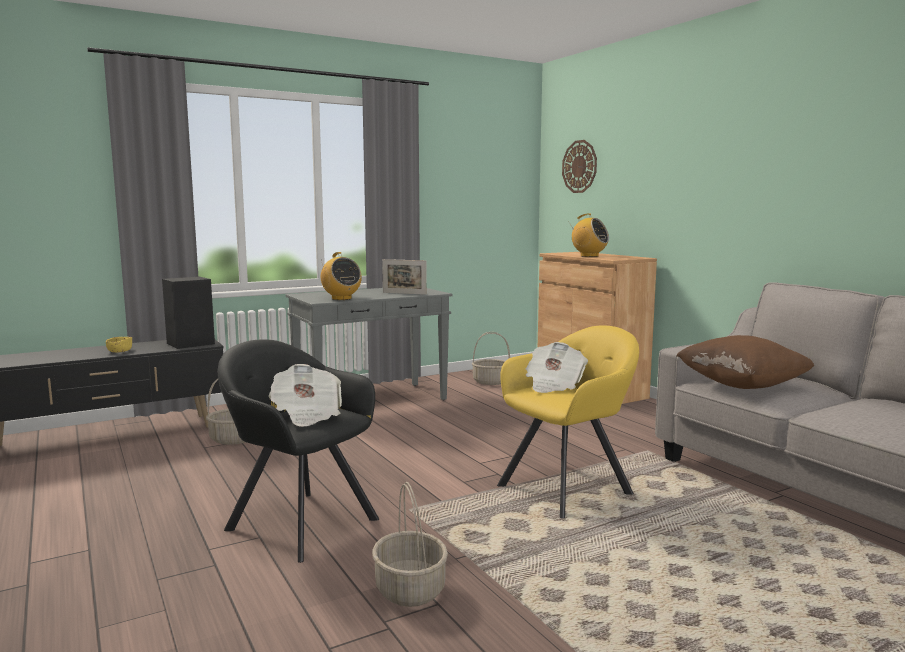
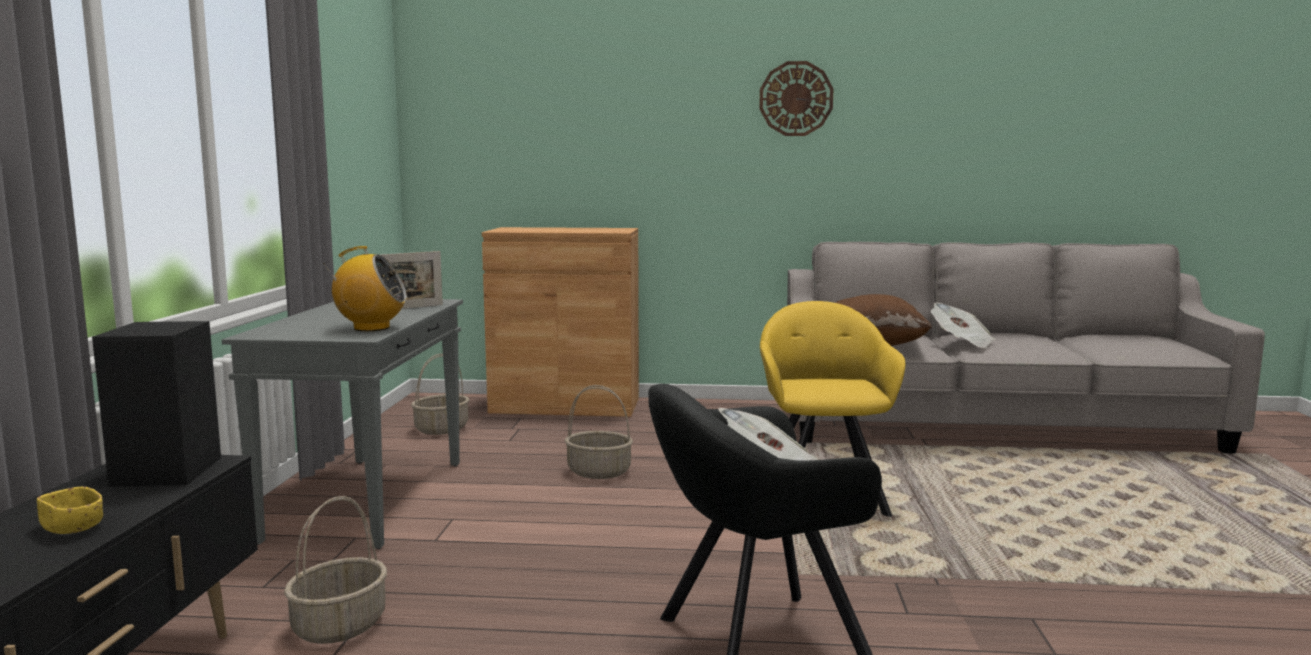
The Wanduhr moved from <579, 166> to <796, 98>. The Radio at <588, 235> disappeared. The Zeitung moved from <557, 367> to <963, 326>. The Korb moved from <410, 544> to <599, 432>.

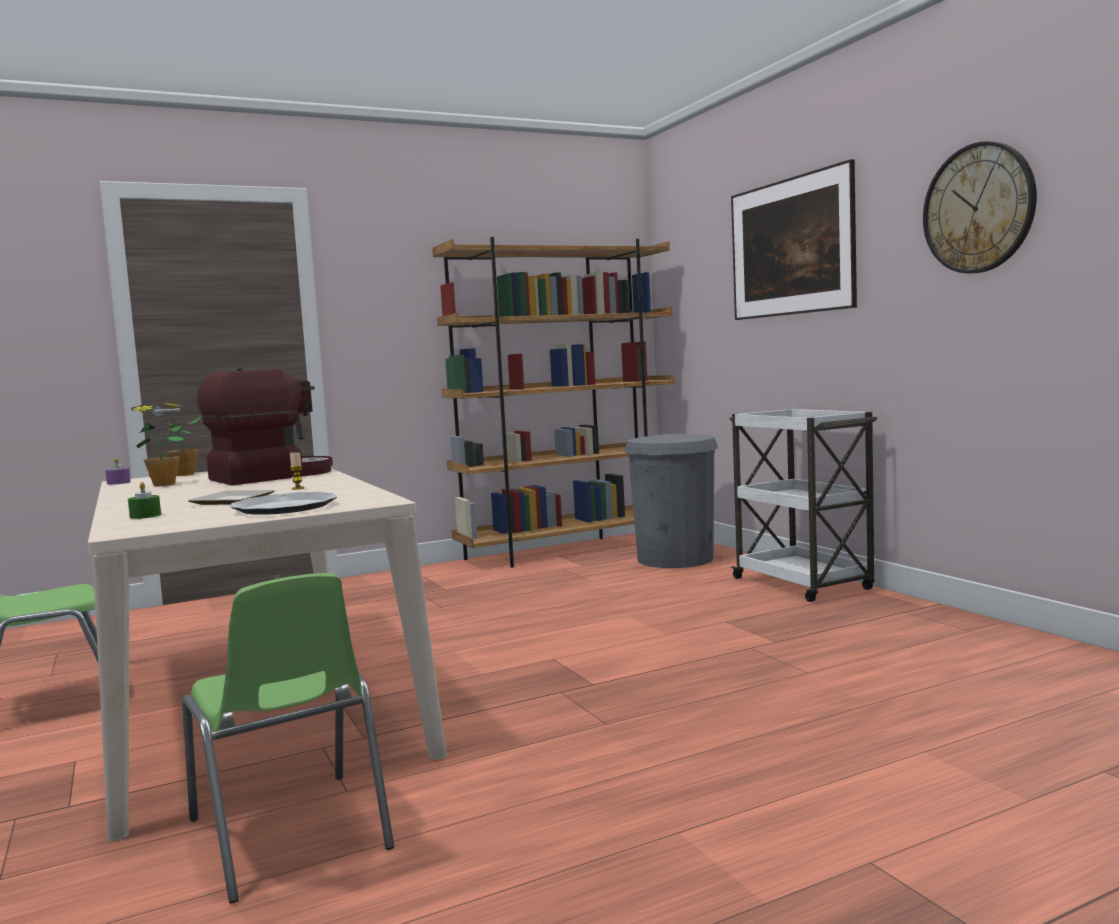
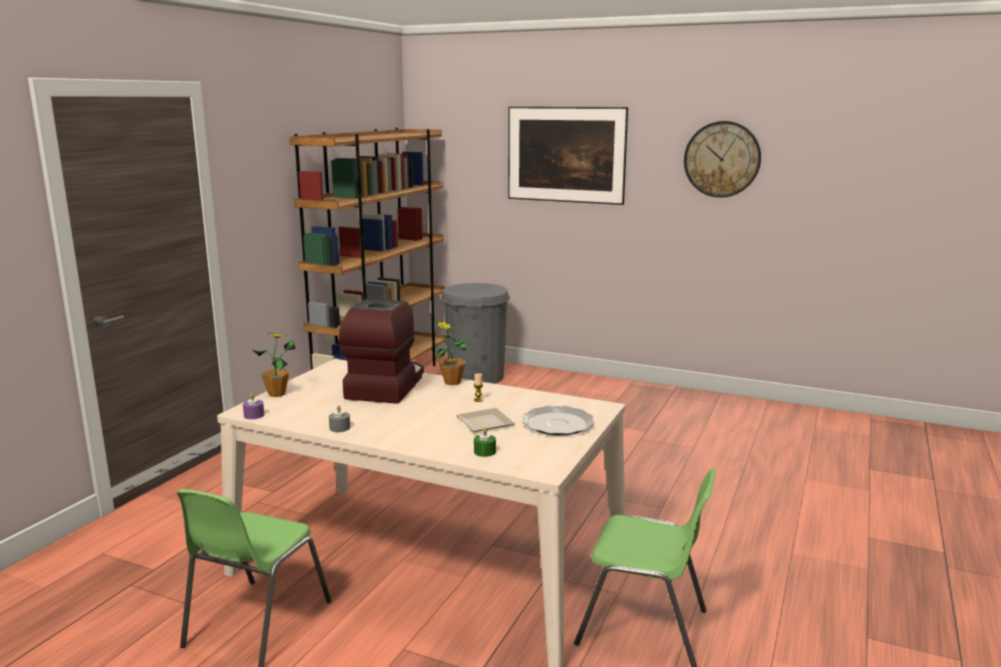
The Topfpflanze moved from <157, 445> to <451, 353>. The Rollwagen [weiß] at <803, 505> disappeared. The Kerze [grau] at <339, 418> appeared.

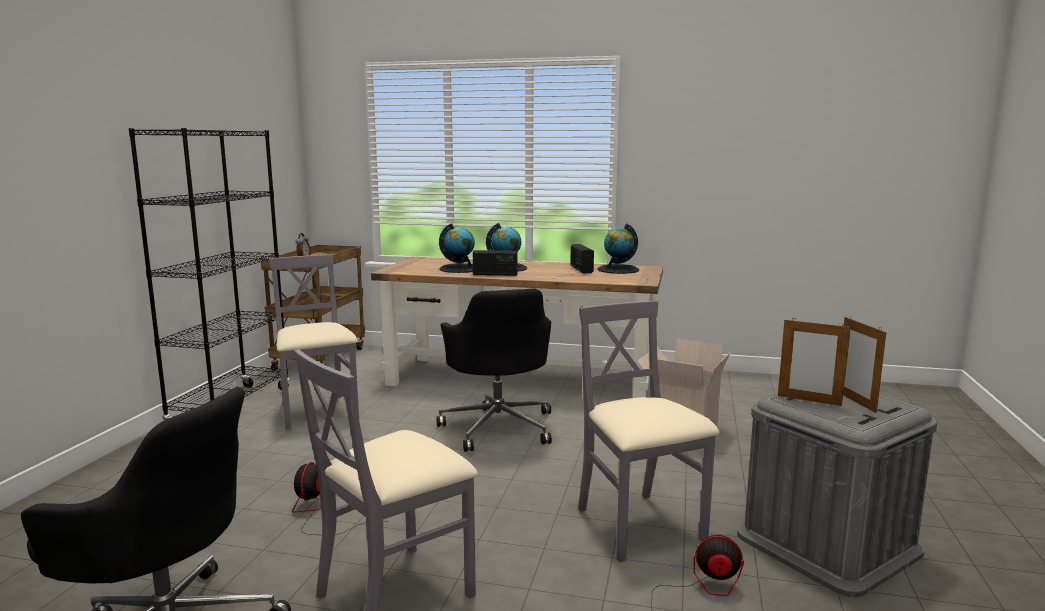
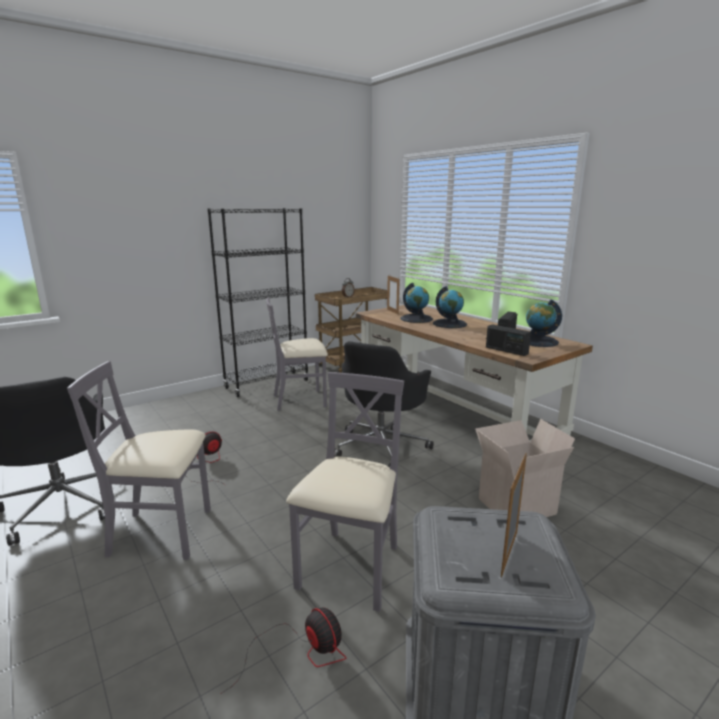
The Radio moved from <495, 263> to <508, 340>. The Stuhl [grau] at <314, 342> turned 120 degrees counterclockwise. The Bilderrahmen moved from <814, 363> to <393, 294>.

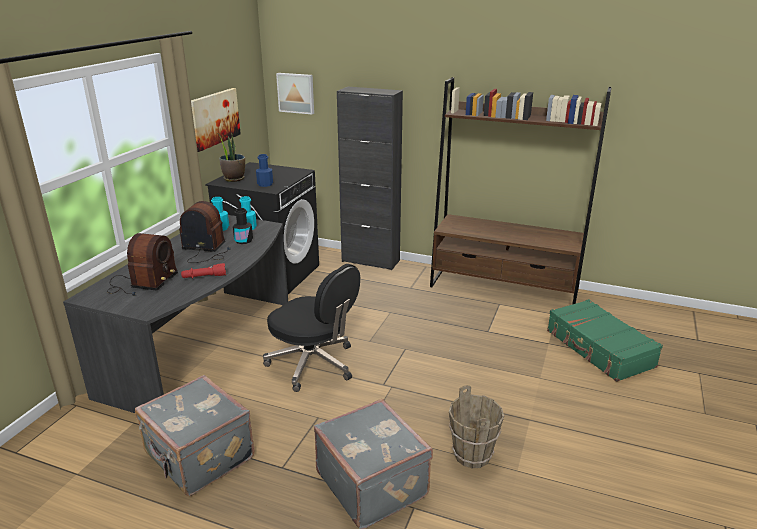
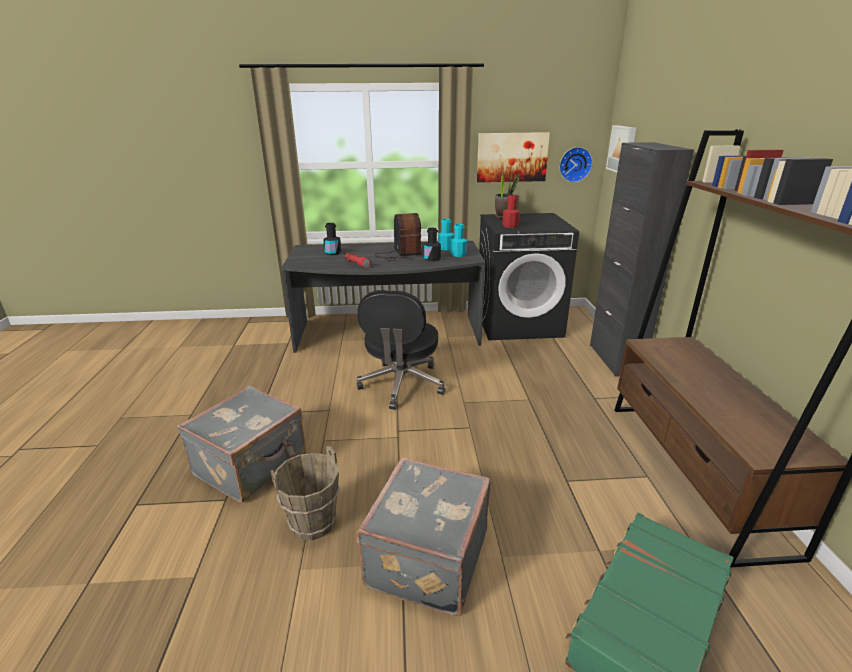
The Flasche [blau] at <264, 170> became the Flasche [rot] at <511, 211>. The Radio at <142, 264> was replaced by the Flasche [schwarz] at <332, 239>. The Koffer [grau] moved from <195, 435> to <423, 536>. The Wanduhr at <576, 164> appeared.

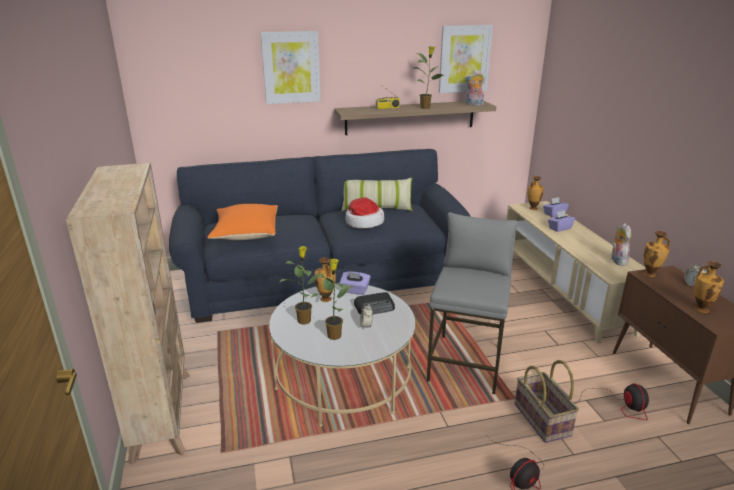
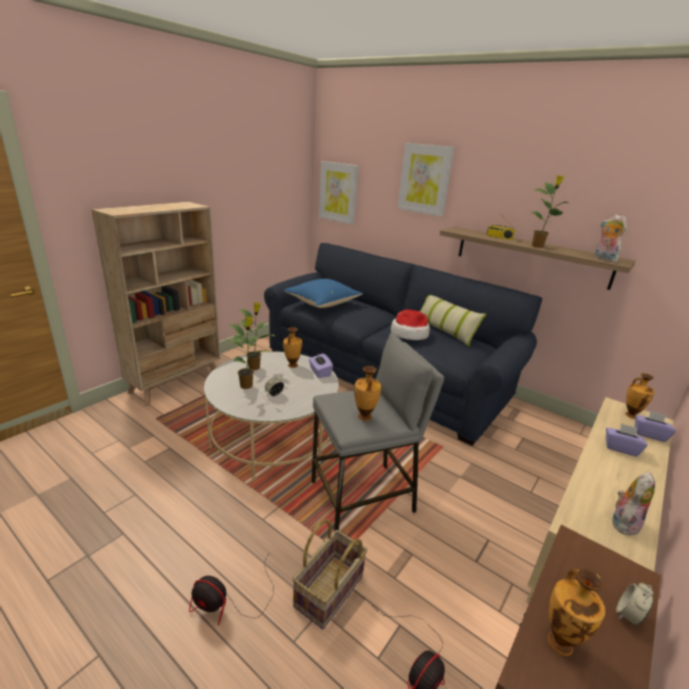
The Bild moved from <466, 59> to <339, 193>. The Kissen [orange] at <242, 222> became the Kissen [blau] at <323, 293>. The Vase moved from <656, 254> to <367, 393>. The Radio at <374, 303> disappeared.

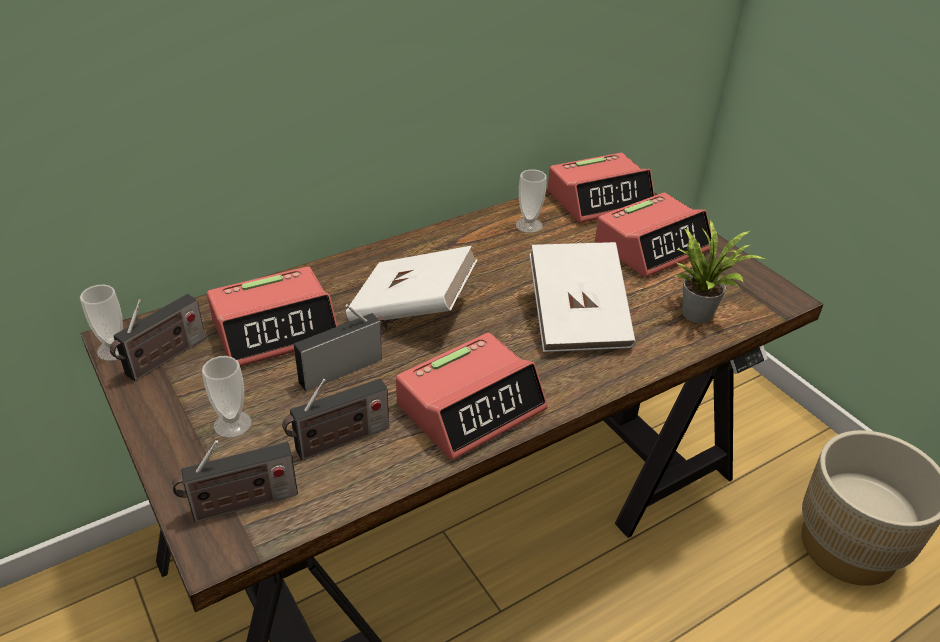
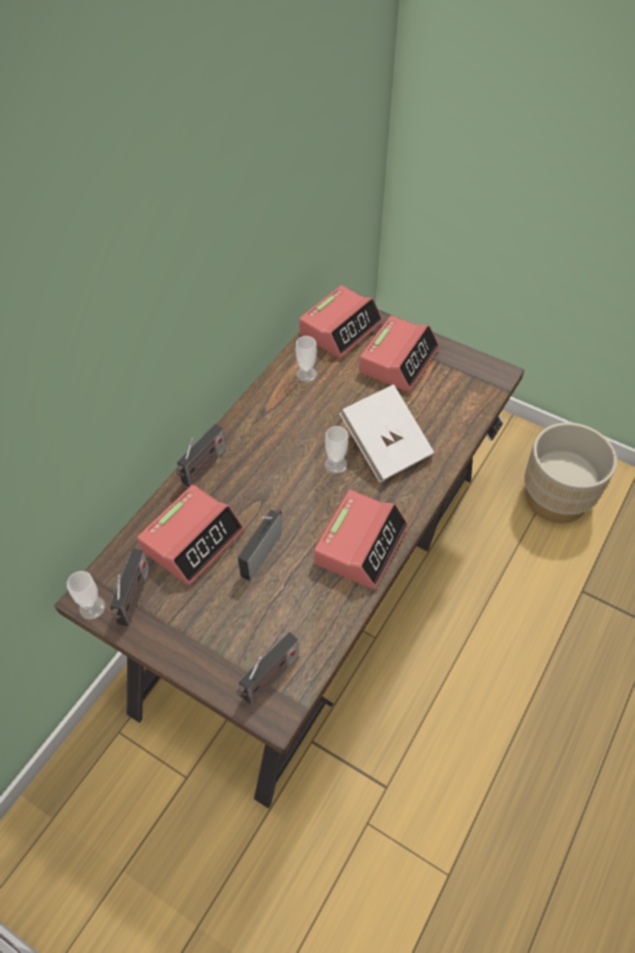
The Topfpflanze at <720, 271> disappeared. The Buch [weiß] at <411, 283> disappeared. The Tasse moved from <227, 397> to <336, 450>. The Radio moved from <335, 419> to <201, 455>.

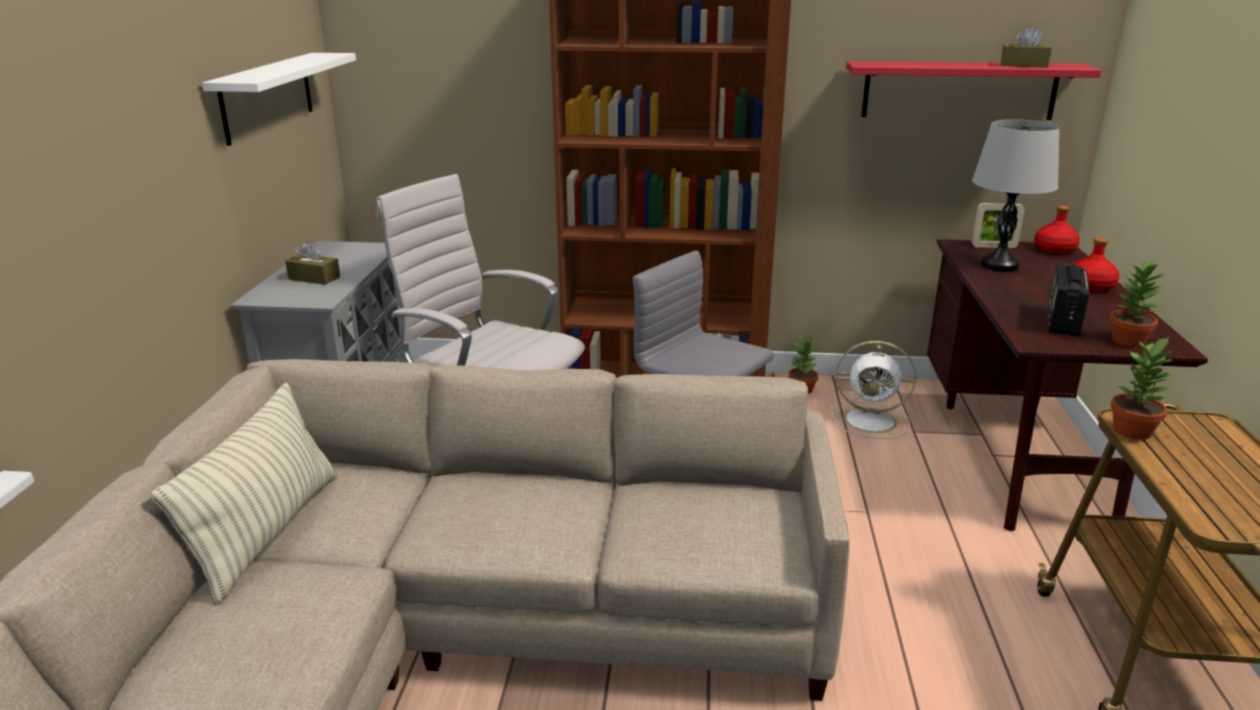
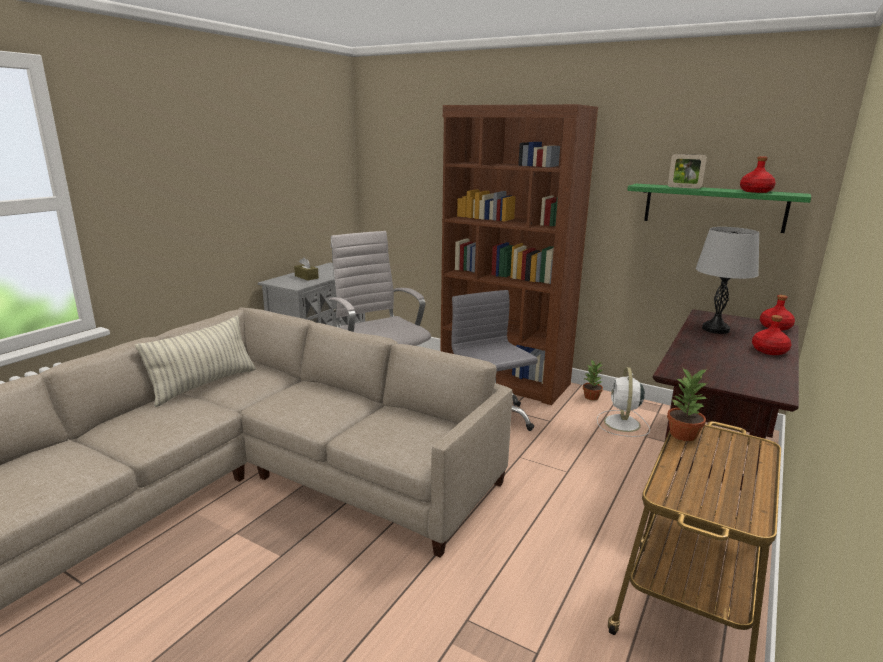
The Taschentuchbox [braun] at <1026, 47> was replaced by the Flasche [rot] at <758, 174>. The Wandregal [weiß] at <279, 99> disappeared. The Wandregal [rot] at <974, 90> became the Wandregal [grün] at <719, 208>. The Bilderrahmen moved from <998, 225> to <687, 171>. The Topfpflanze at <1138, 302> disappeared. The Radio at <1068, 300> disappeared. The Ventilator [weiß] at <873, 390> turned 60 degrees clockwise.

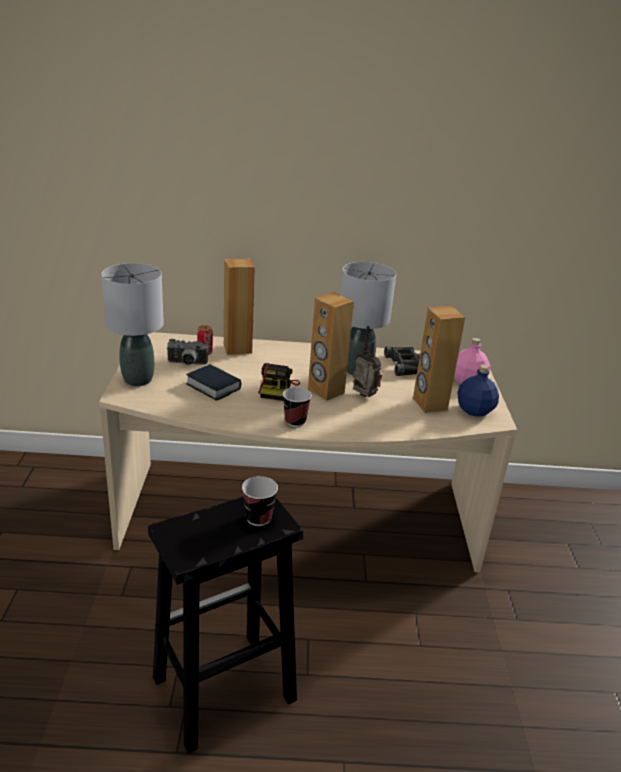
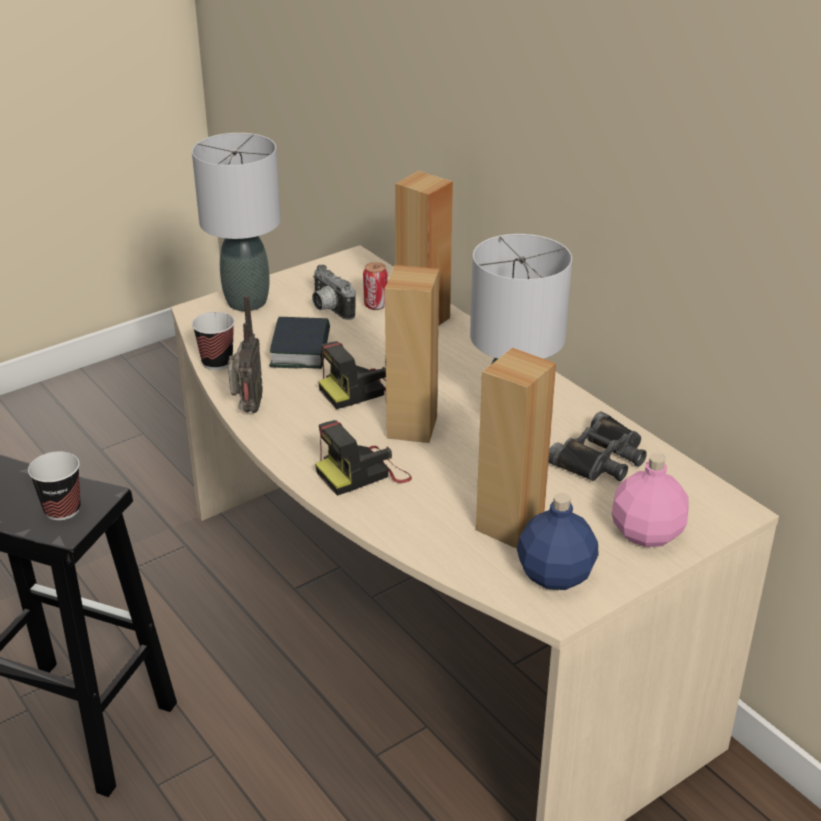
The Radio moved from <367, 361> to <245, 354>. The Tasse moved from <297, 407> to <213, 341>. The Kamera at <363, 458> appeared.

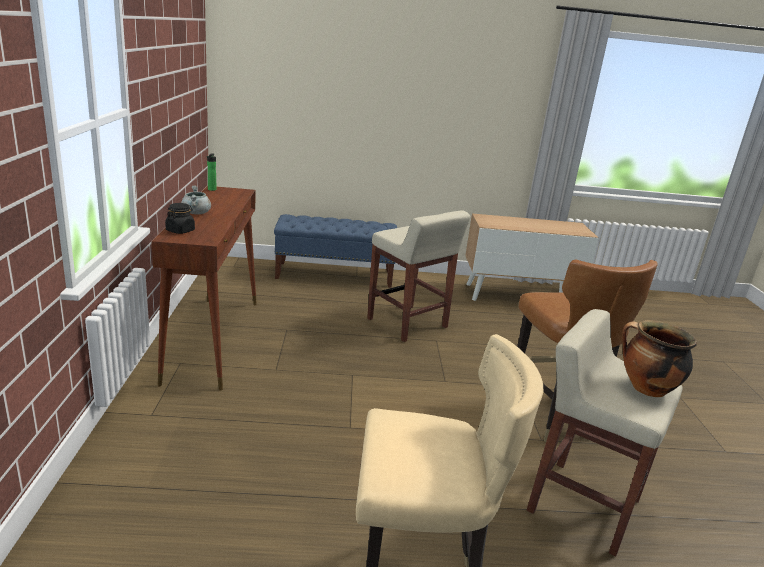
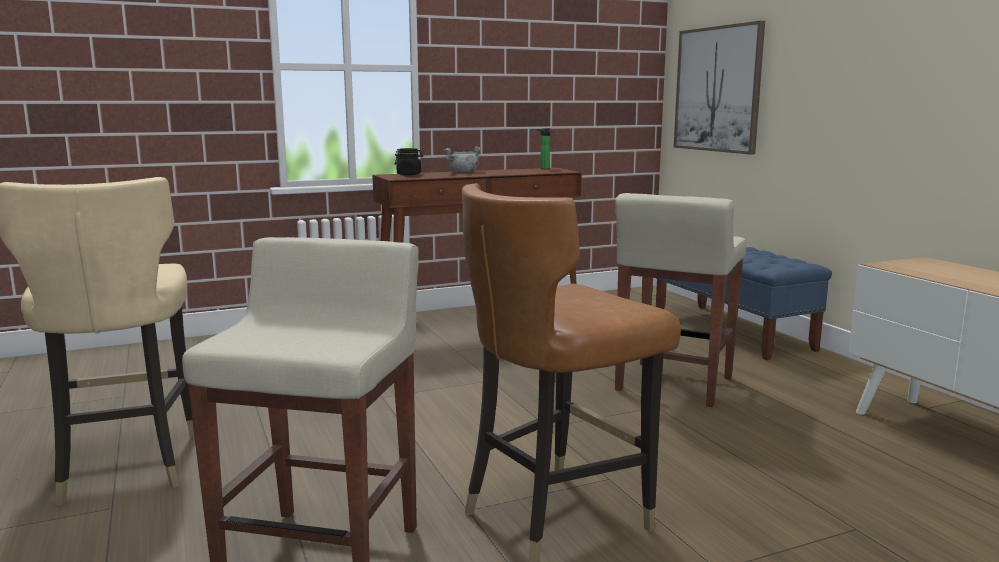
The Kochtopf at <660, 358> disappeared. The Bild at <719, 88> appeared.

